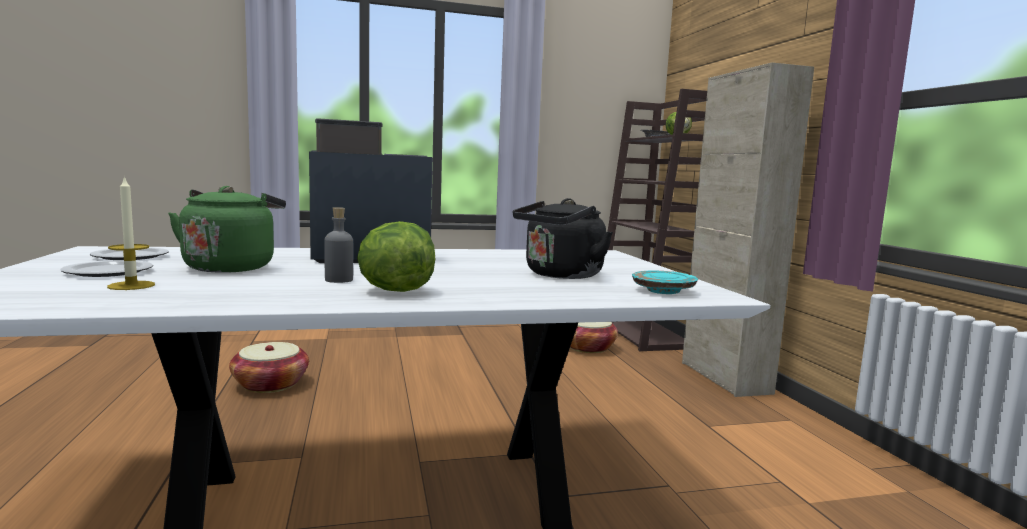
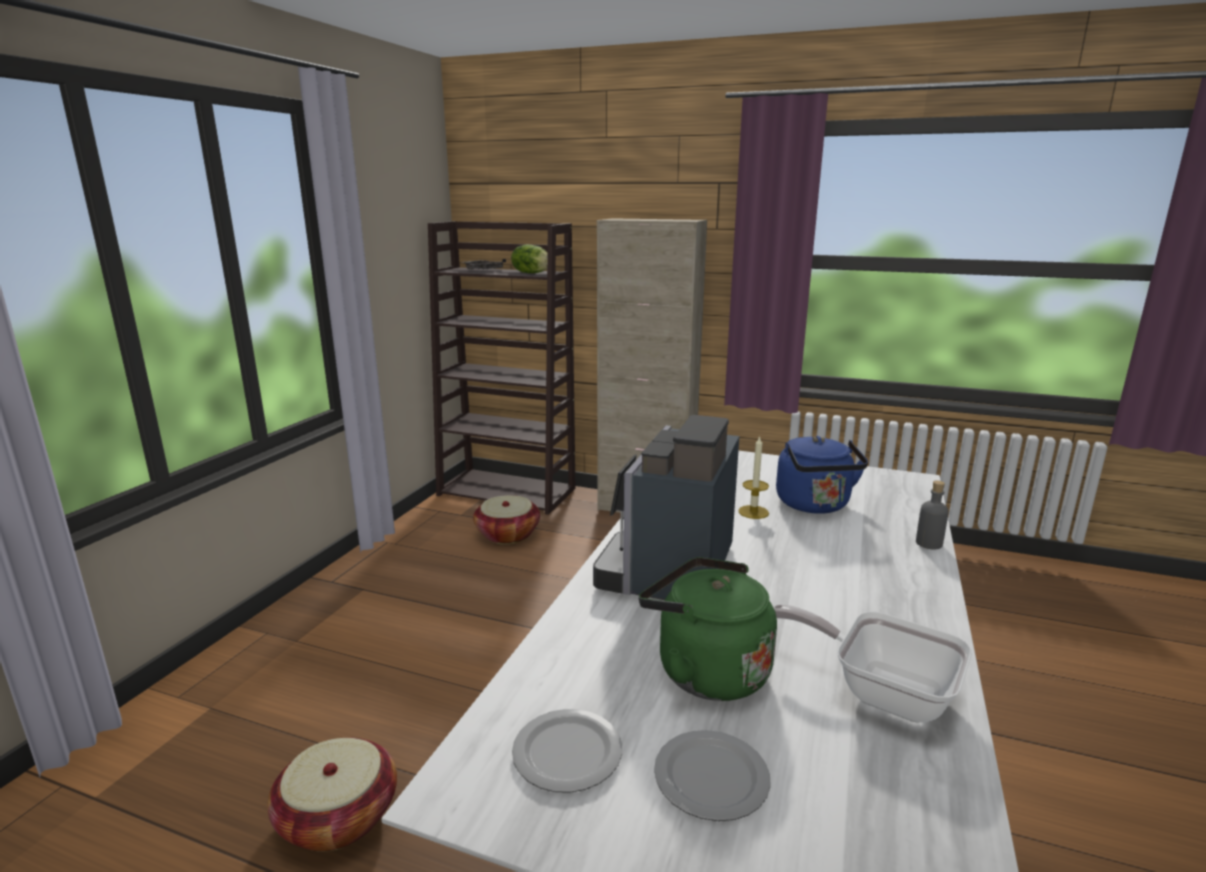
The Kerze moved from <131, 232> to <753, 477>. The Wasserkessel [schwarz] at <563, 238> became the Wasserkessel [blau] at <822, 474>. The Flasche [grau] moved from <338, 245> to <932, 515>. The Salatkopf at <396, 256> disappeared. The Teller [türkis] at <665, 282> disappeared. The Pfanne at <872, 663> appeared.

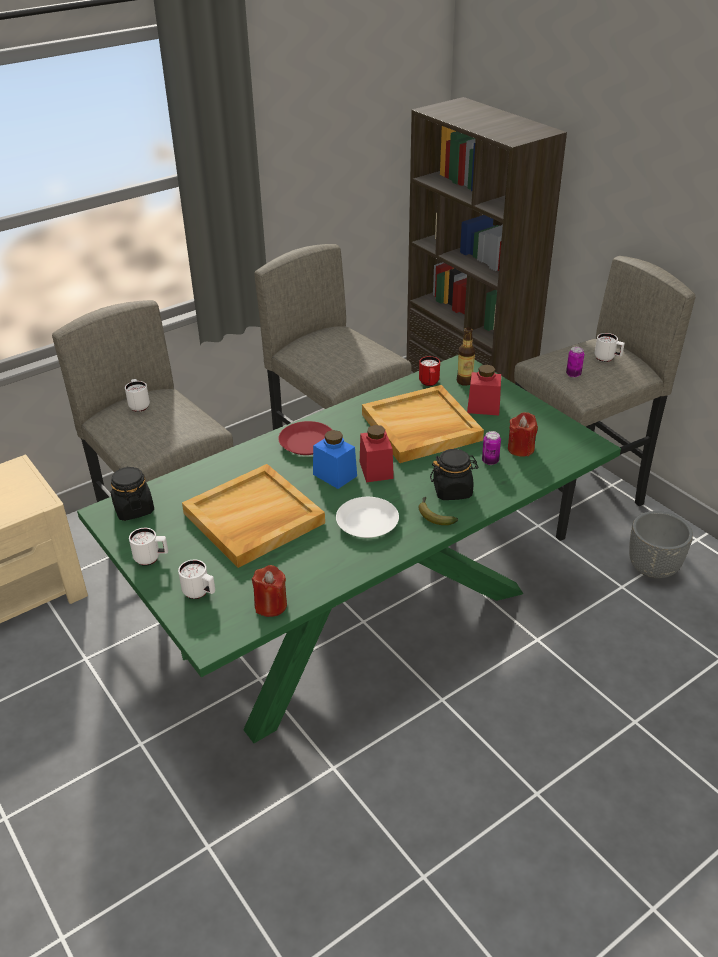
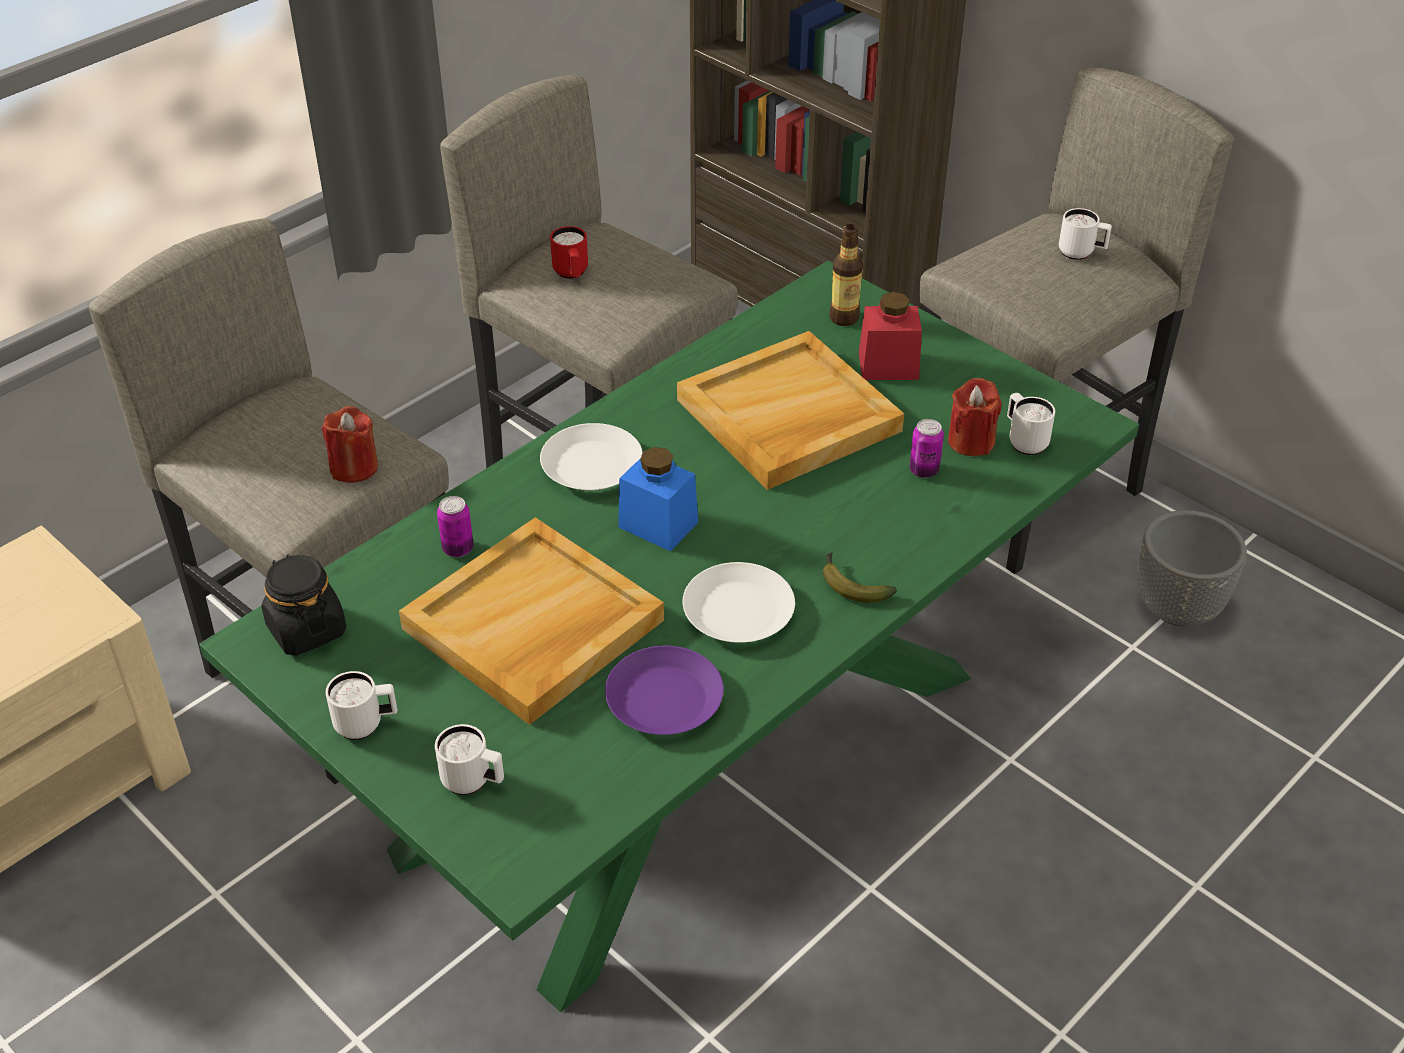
The Dose moved from <575, 362> to <455, 526>. The Henkelbecher [rot] moved from <429, 371> to <569, 252>. The Henkelbecher [weiß] moved from <137, 395> to <1031, 424>. The Teller [rot] at <305, 438> became the Teller [weiß] at <591, 457>. The Vorratsglas [rot] at <377, 453> disappeared. The Vorratsglas [schwarz] at <454, 474> disappeared. The Kerze [rot] moved from <269, 591> to <350, 444>. The Teller [lila] at <664, 690> appeared.

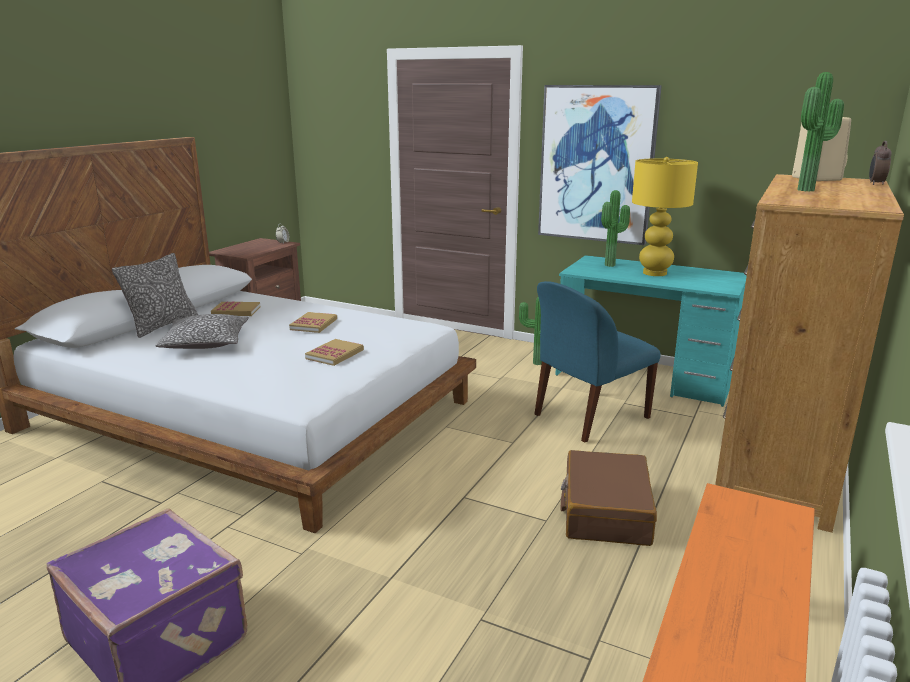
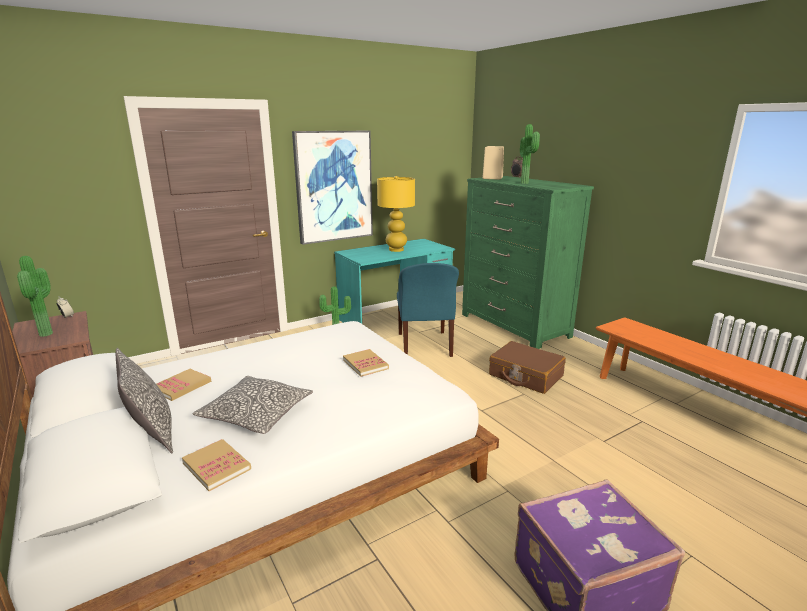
The Kommode [braun] at <809, 353> became the Kommode [grün] at <528, 262>. The Topfpflanze moved from <615, 228> to <35, 296>. The Buch moved from <313, 322> to <216, 465>.

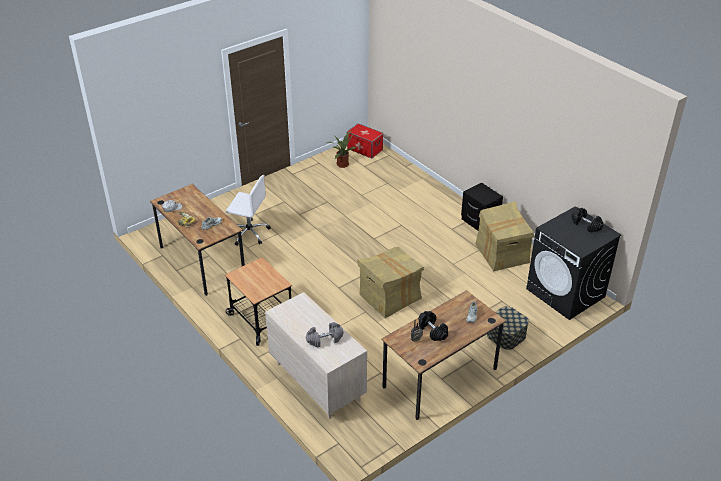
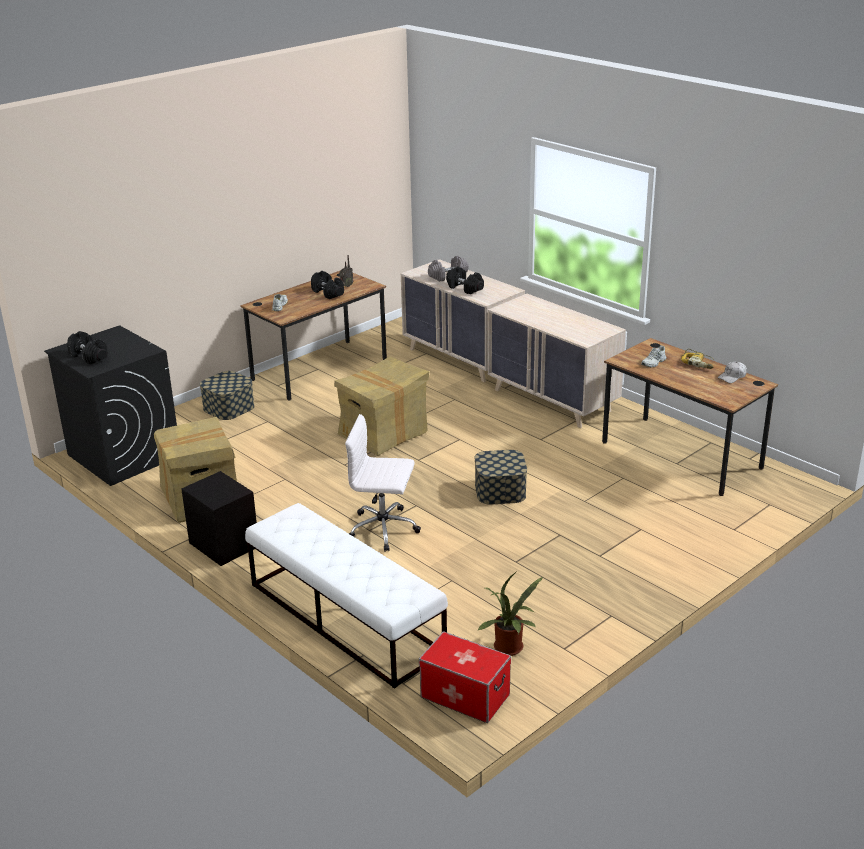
The Bürostuhl [weiß] moved from <248, 210> to <383, 483>. The Rollwagen at <258, 301> was replaced by the Kommode [beige] at <557, 361>. The Hantel [schwarz] at <465, 280> appeared. The Aufbewahrungsbox at <500, 477> appeared. The Bank [weiß] at <346, 596> appeared.

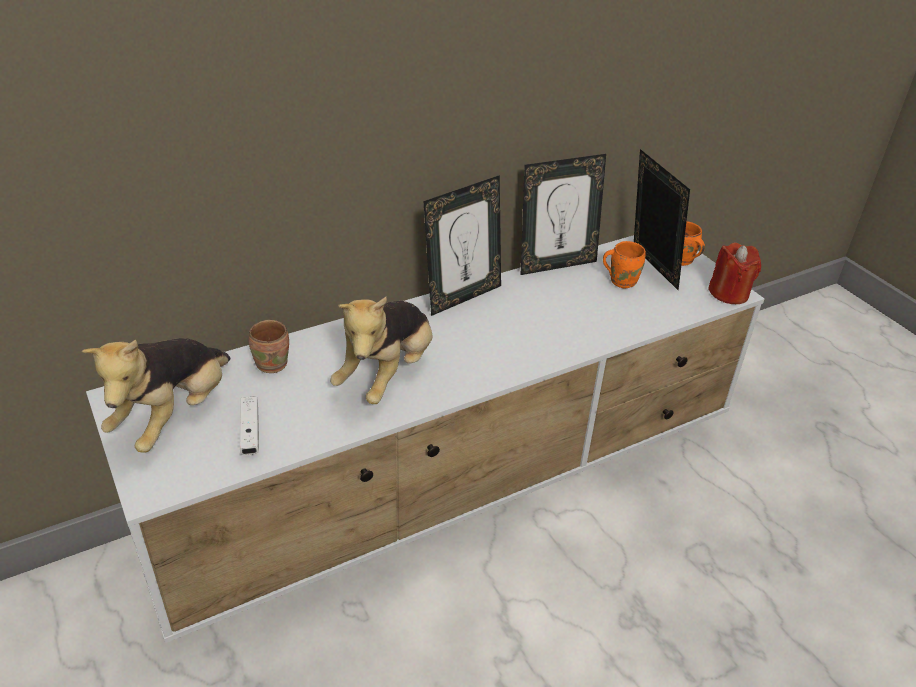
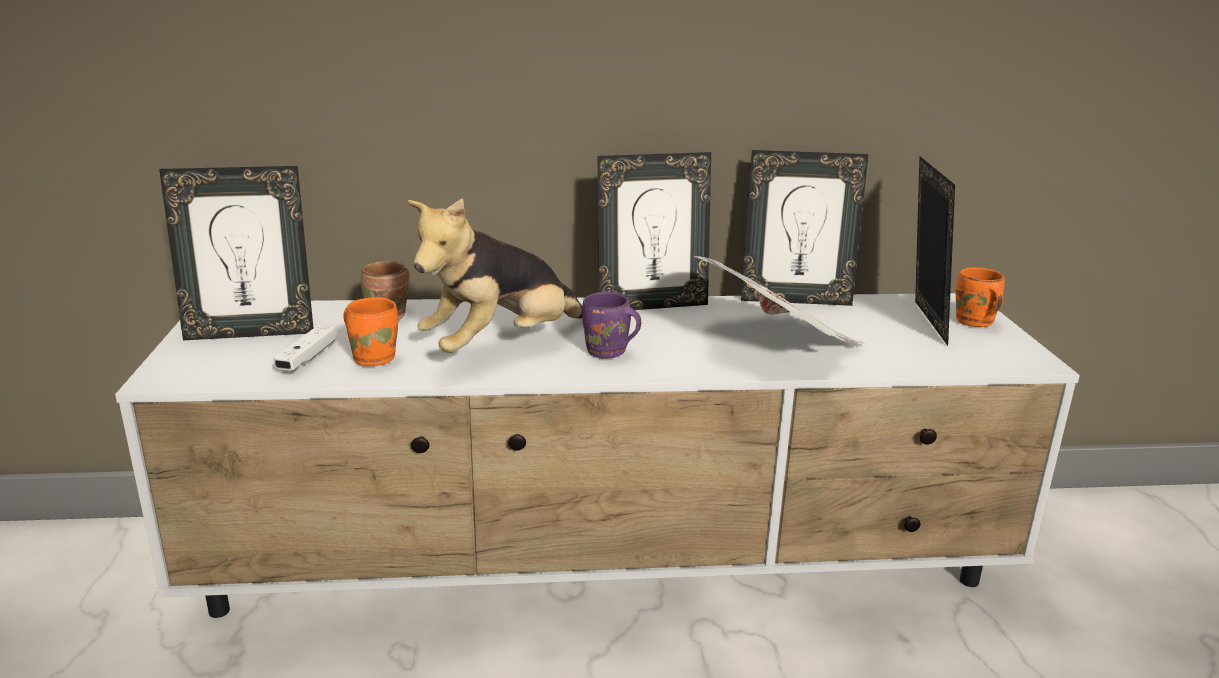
The Henkelbecher [orange] moved from <624, 264> to <370, 331>. The Kerze [rot] at <734, 273> disappeared. The Plüschtier at <156, 395> was replaced by the Bilderrahmen at <236, 253>. The Zeitung at <779, 299> appeared. The Henkelbecher [lila] at <611, 325> appeared.

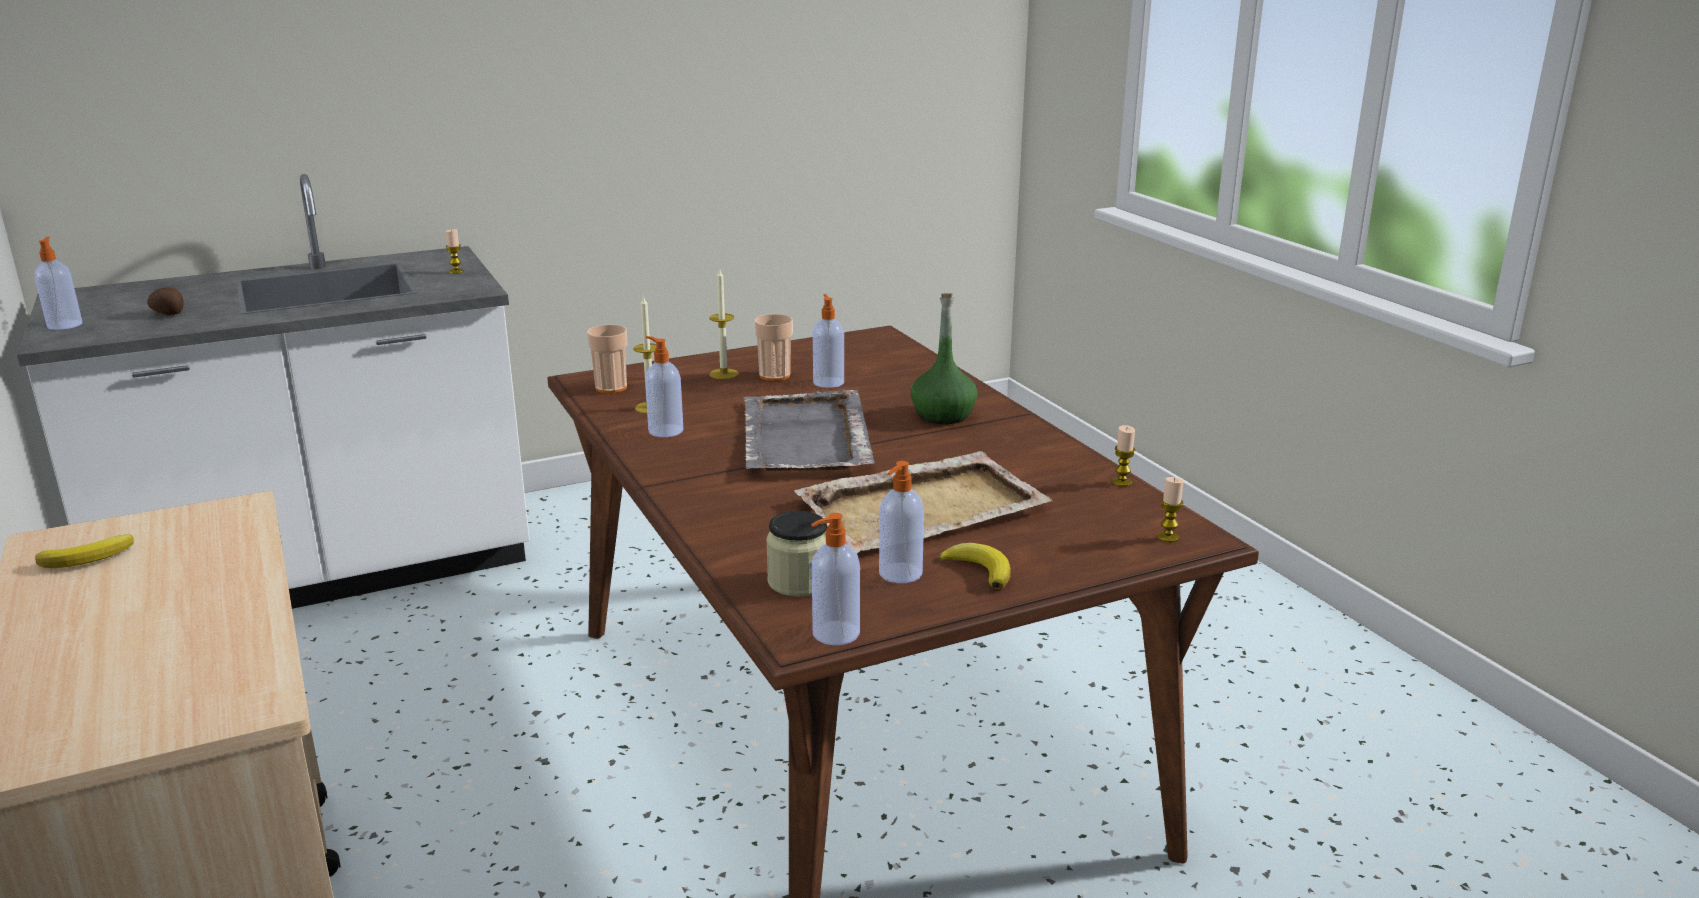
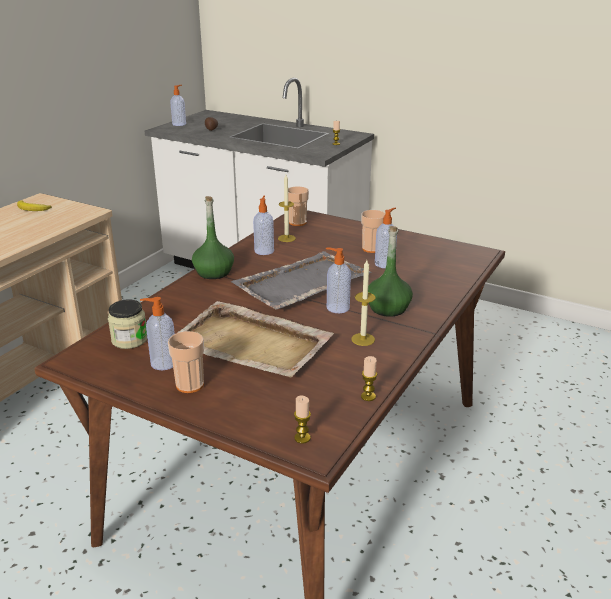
The Kerze moved from <724, 324> to <363, 303>. The Seifenspender moved from <835, 579> to <338, 280>. The Banane at <975, 566> was replaced by the Tasse at <186, 362>. The Flasche [grün] at <213, 237> appeared.

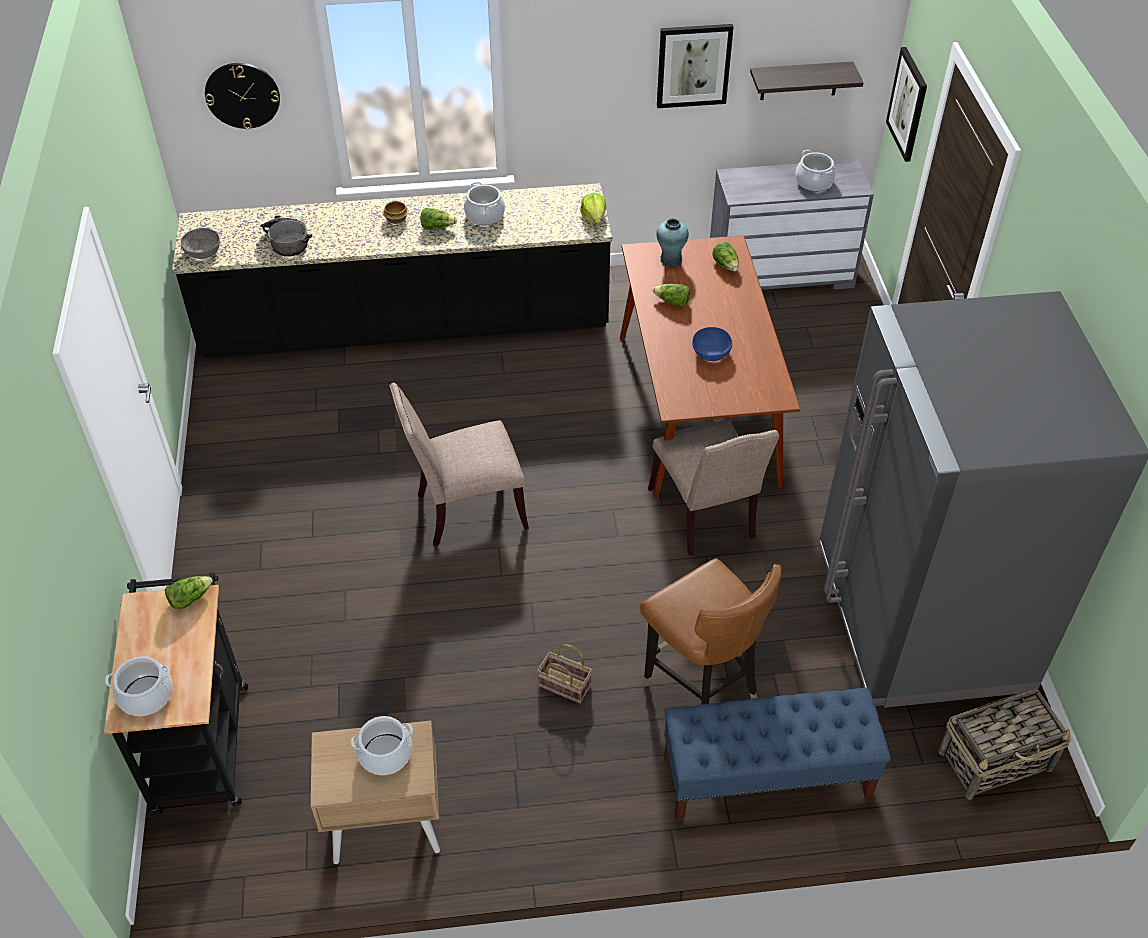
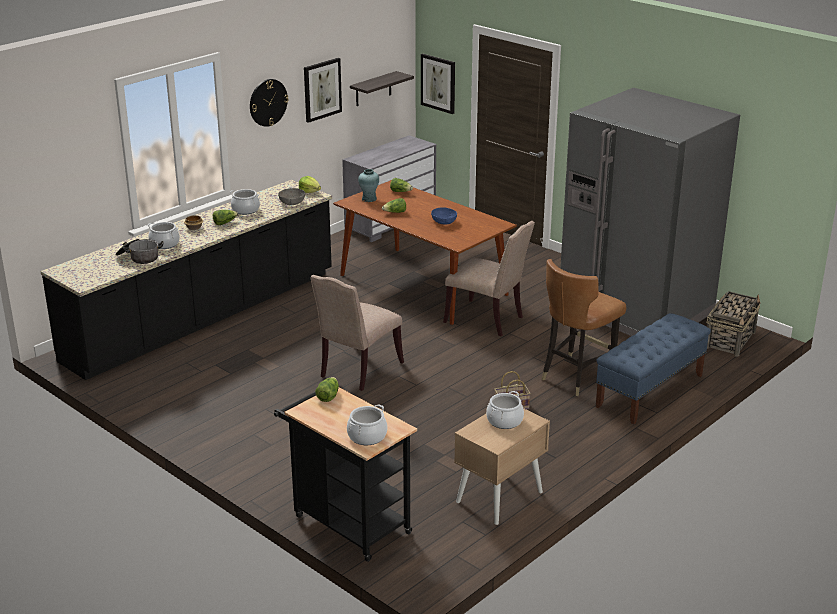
The Wanduhr moved from <242, 96> to <269, 103>. The Kochtopf moved from <815, 171> to <164, 235>. The Schüssel [grau] moved from <200, 243> to <291, 196>. The Stuhl [braun] at <711, 631> turned 120 degrees clockwise.

